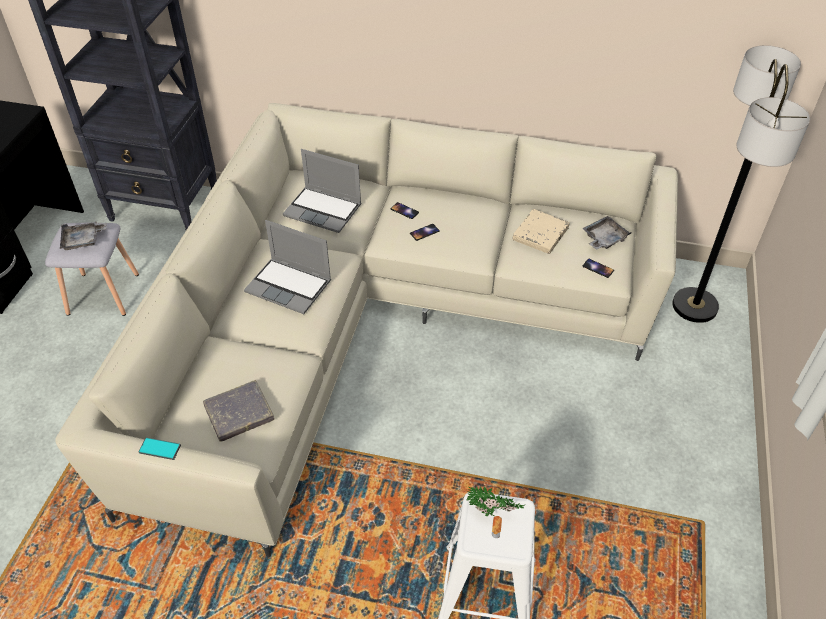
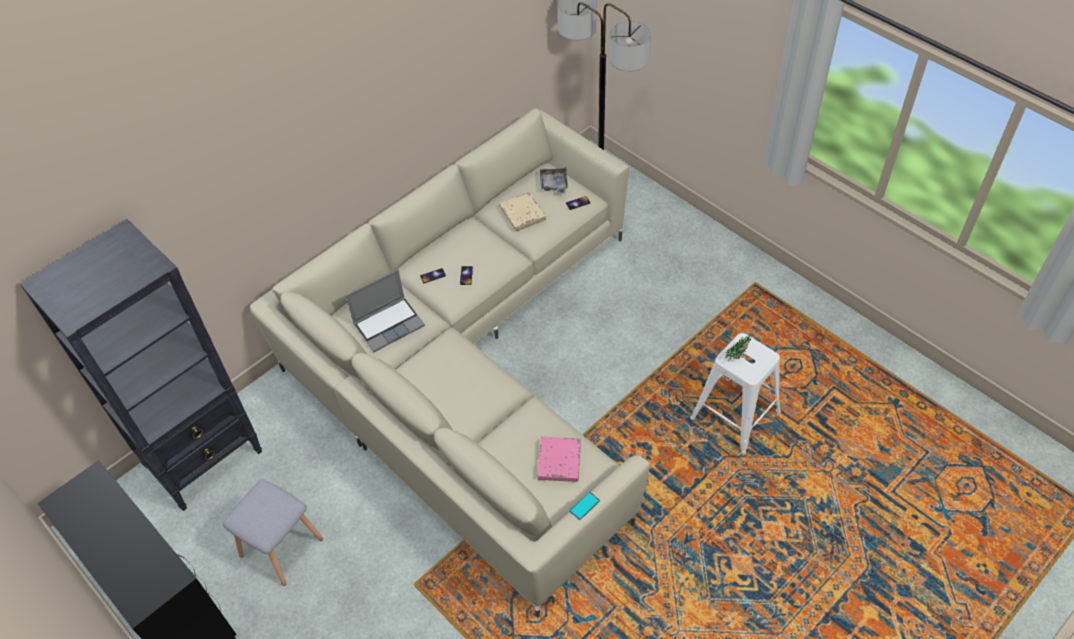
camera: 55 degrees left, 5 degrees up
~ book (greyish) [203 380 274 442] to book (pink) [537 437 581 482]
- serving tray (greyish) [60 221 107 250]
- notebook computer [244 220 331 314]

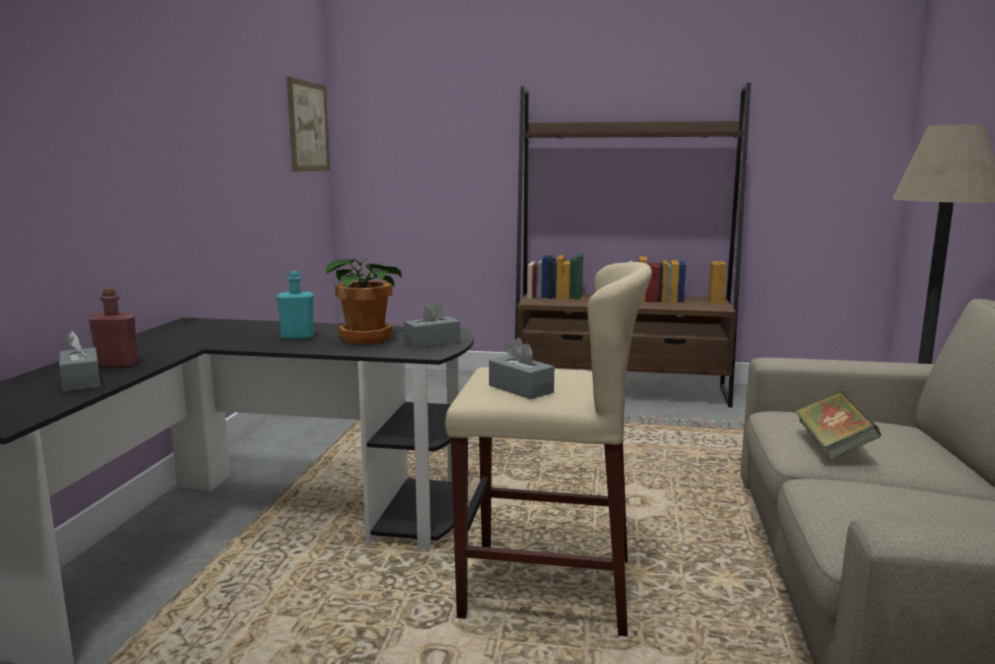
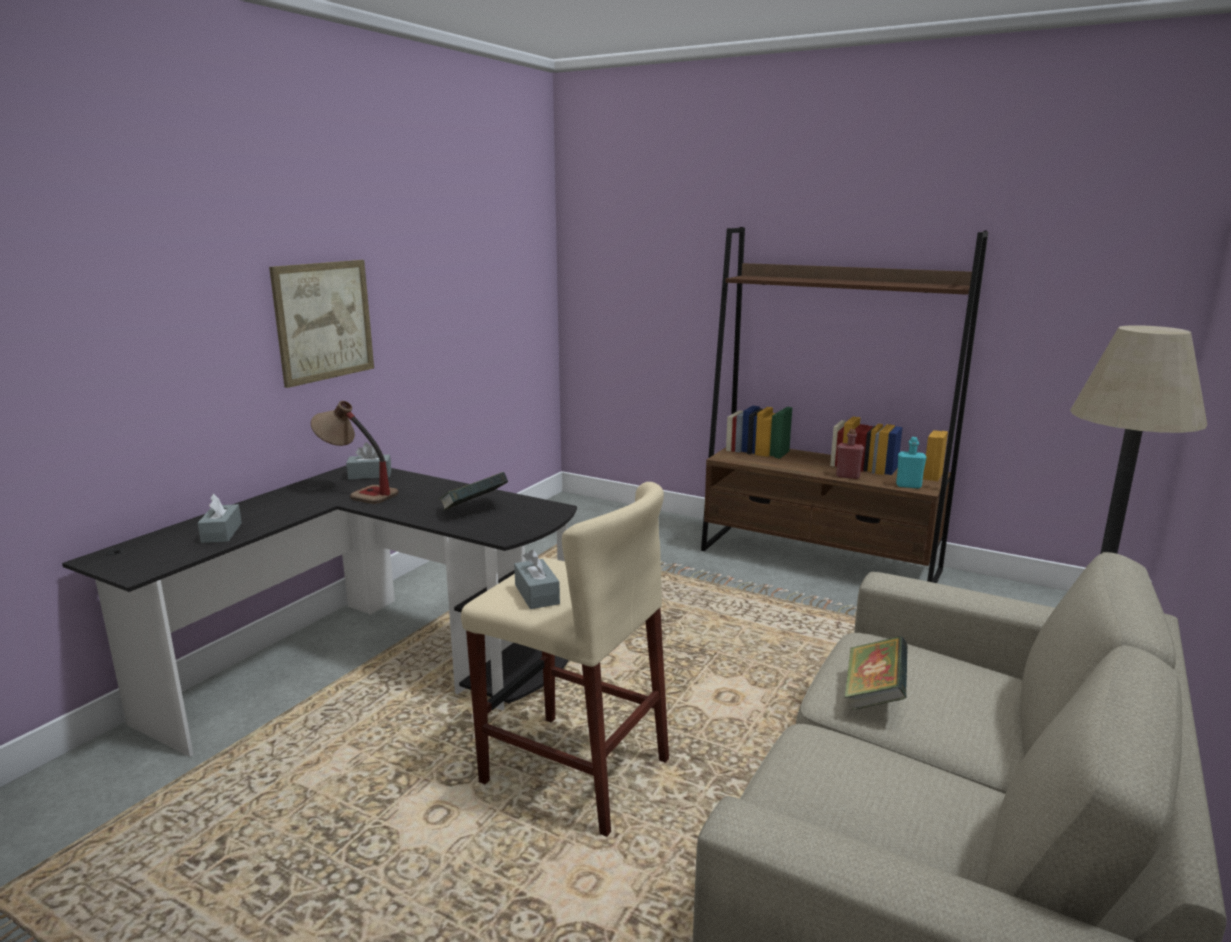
camera: 20 degrees right, 5 degrees up
~ wall picture [287 77 330 172] to [269 260 374 388]
+ tabletop lamp [311 401 399 504]
~ box of tissues (greyish) [404 300 460 348] to [346 442 391 480]
~ plant in a pot [326 257 402 345] to book [439 472 508 511]
~ bottle (reddish) [89 289 138 367] to [836 429 864 479]
~ bottle (turquoise) [277 271 314 339] to [896 437 927 489]

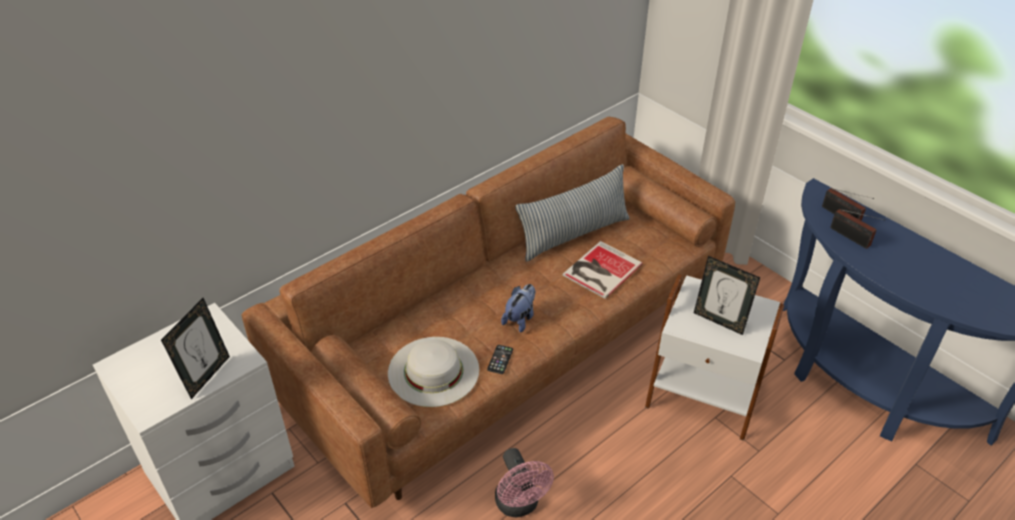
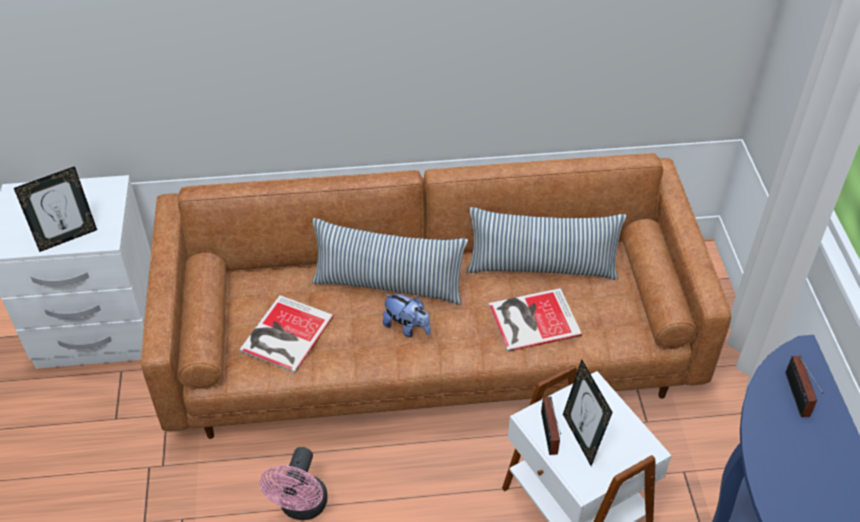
camera: 35 degrees right, 5 degrees up
~ clothing hat (white-coloured) [388 337 479 407] to book [240 295 334 373]
+ cushion [312 218 468 305]
~ cuddly toy [501 284 535 333] = [383 293 431 338] 60 degrees clockwise
~ radio set [830 209 885 249] to [541 397 561 455]
- handset [487 345 513 374]

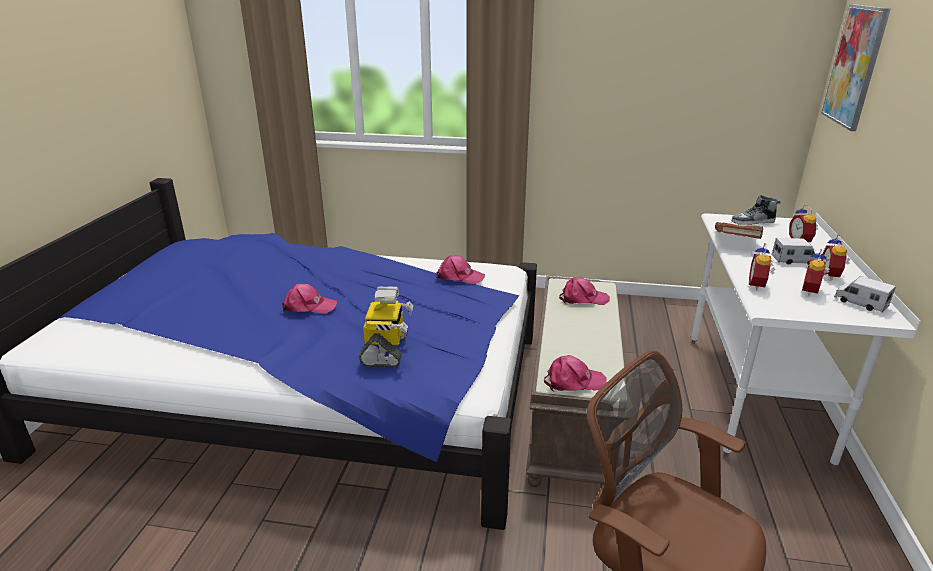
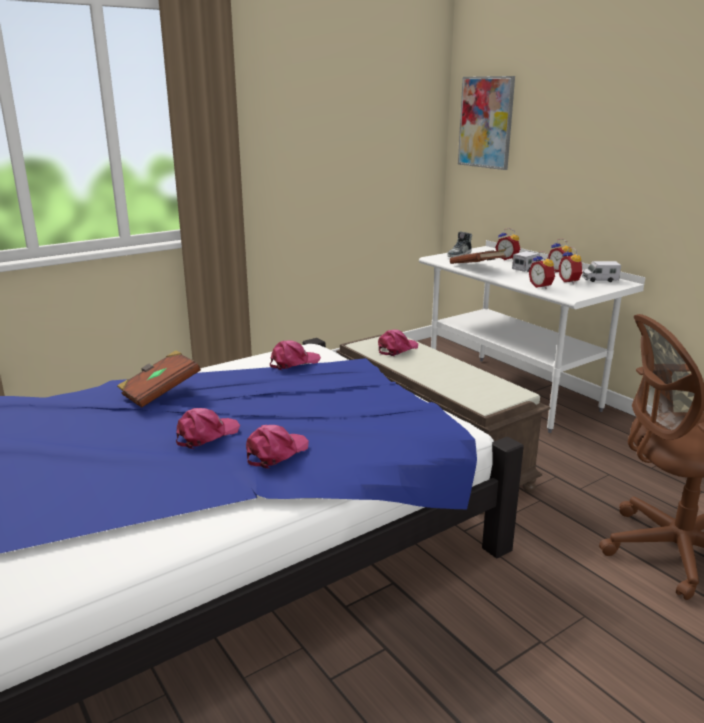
camera: 45 degrees left, 5 degrees down
+ book (brownish) [117 350 201 408]
~ peaked cap (pink) [544 355 607 391] to [246 425 309 469]
- toy robot [359 286 414 368]

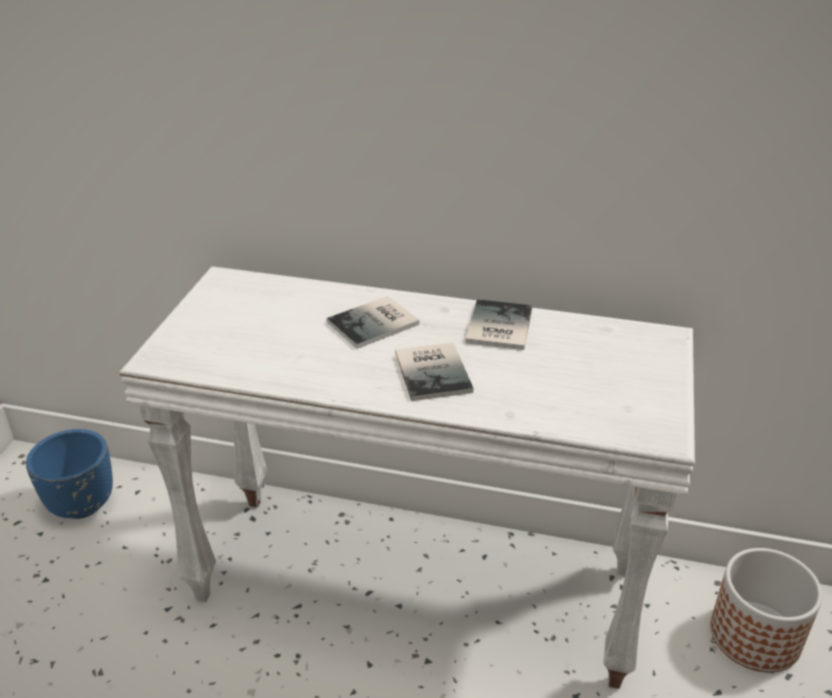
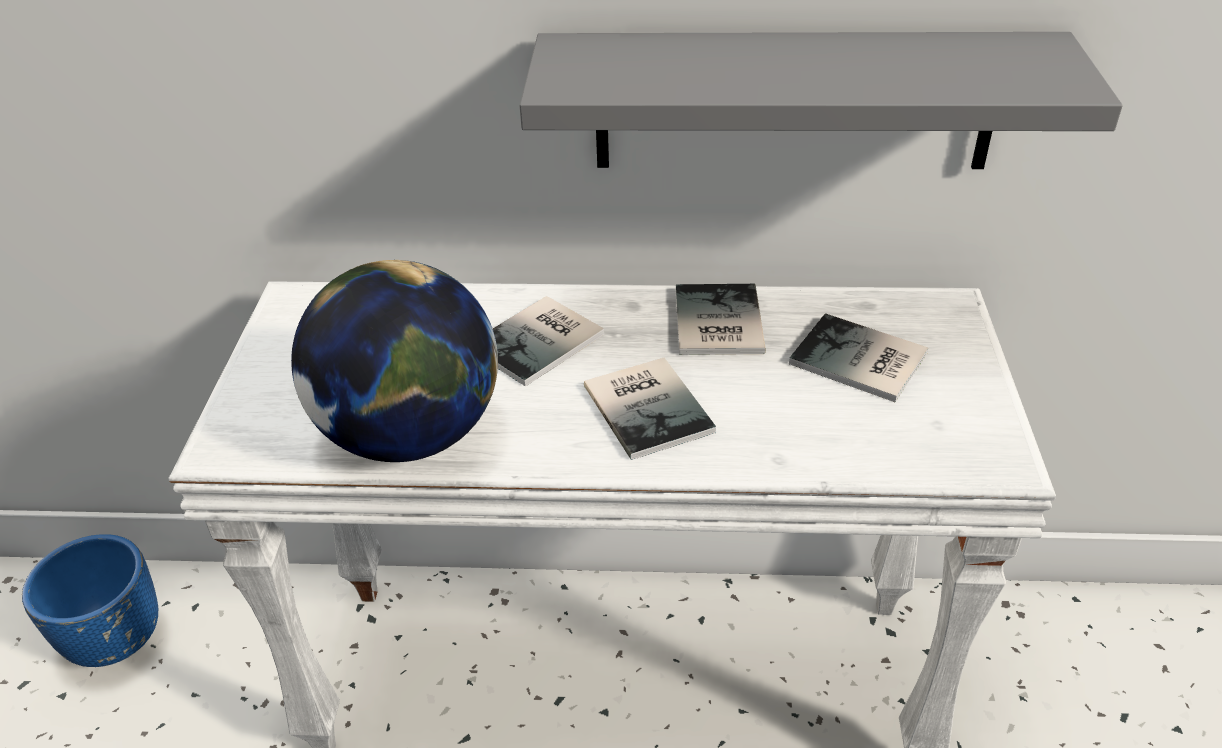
camera: 10 degrees left, 5 degrees up
+ desk globe [291 260 498 462]
+ bracket shelf (greyish) [519 32 1123 169]
+ book [789 313 928 402]
- plant pot [711 548 822 673]

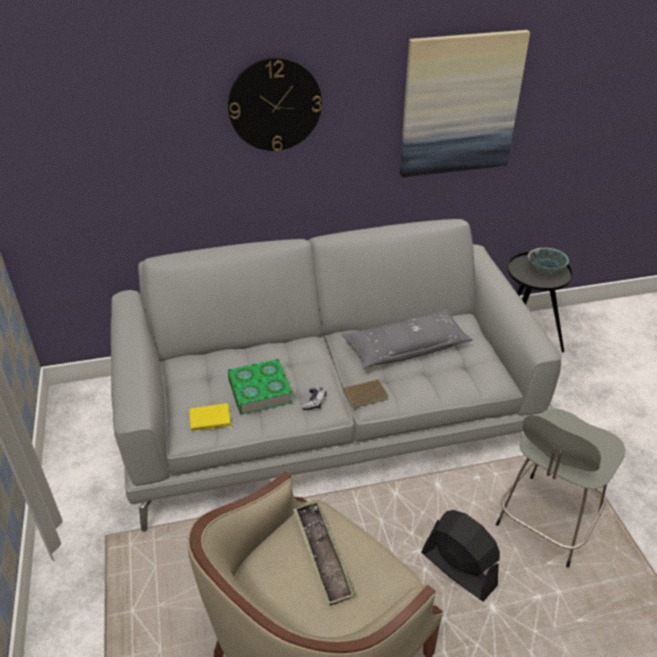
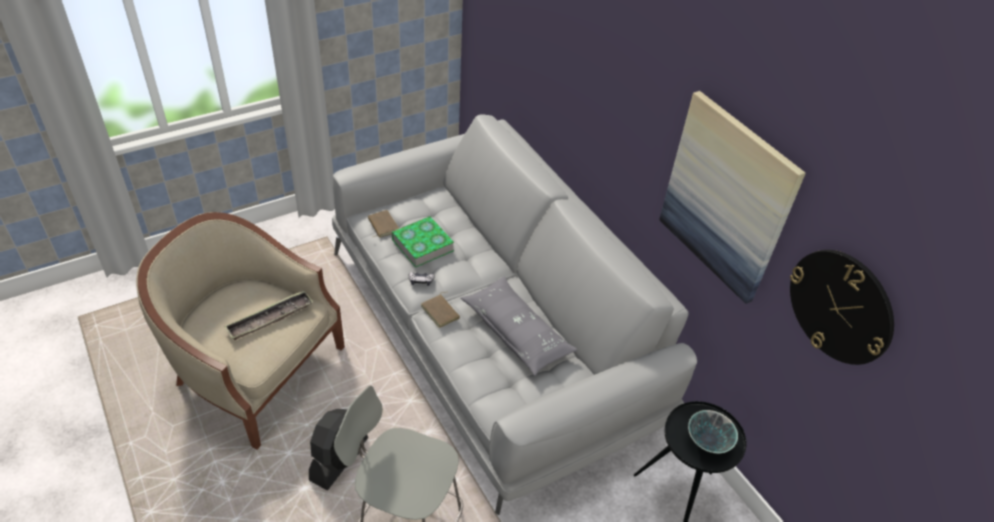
camera: 70 degrees right, 5 degrees up
~ book (yellow-coloured) [189 403 232 431] to book (brownish) [368 210 399 238]
~ clock on the wall [228 57 322 151] to [790 250 894 365]

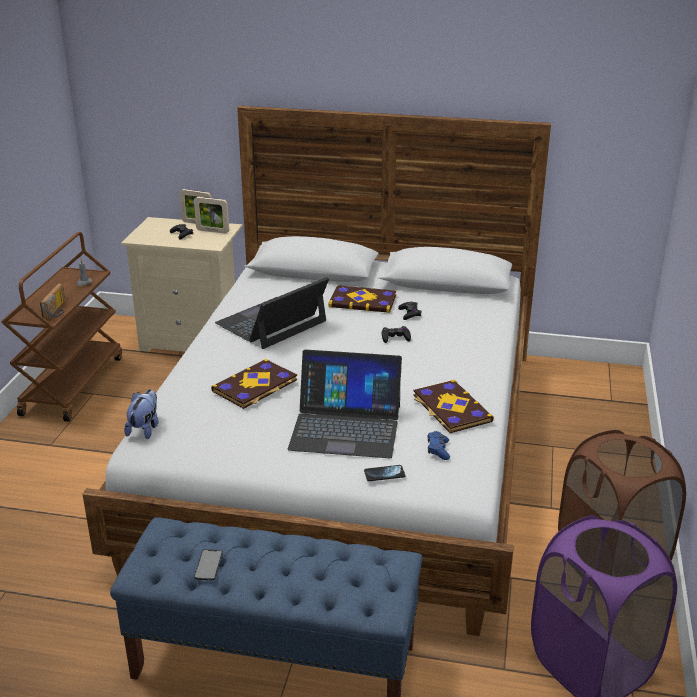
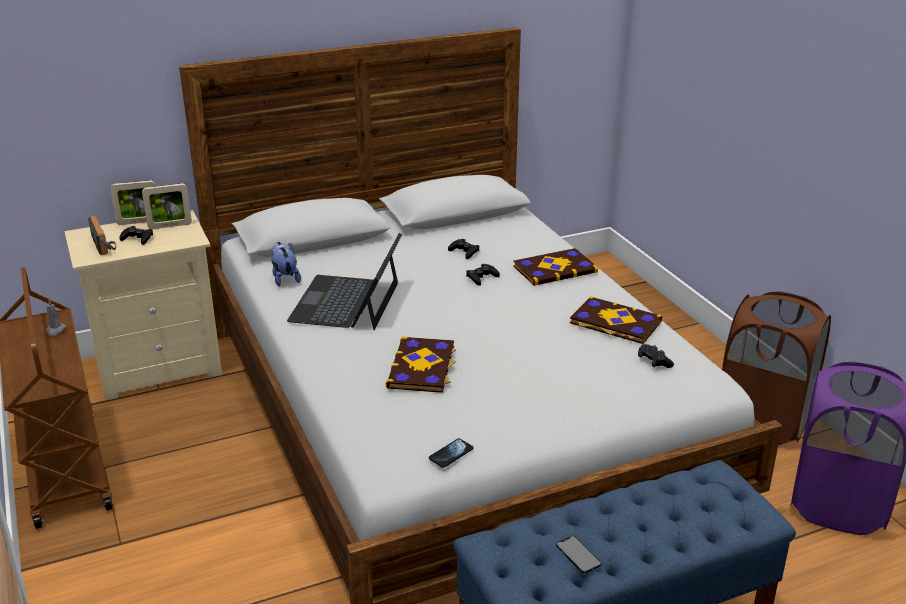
camera: 35 degrees left, 0 degrees up
~ radio set [40 284 66 319] to [88 216 116 255]
~ cuddly toy [124 389 159 439] to [272 242 301 287]
~ handset [364 465 405 481] to [429 438 474 468]
~ book [329 285 396 313] to [513 248 598 286]
~ gamepad (blue-coloured) [428 431 450 460] to gamepad (black-coloured) [638 344 674 368]
- notebook computer [288 350 402 458]

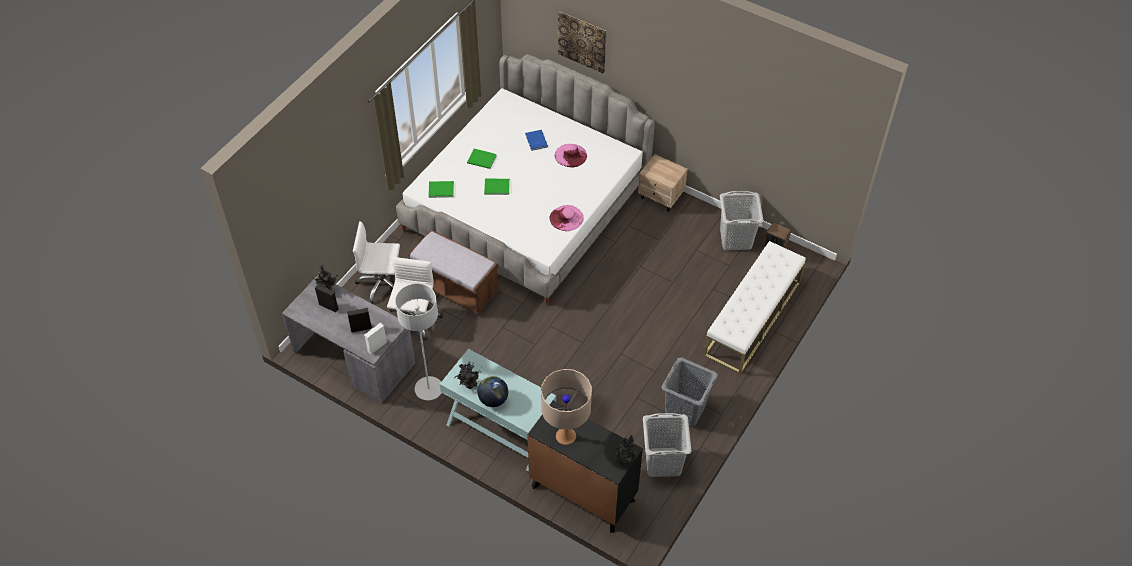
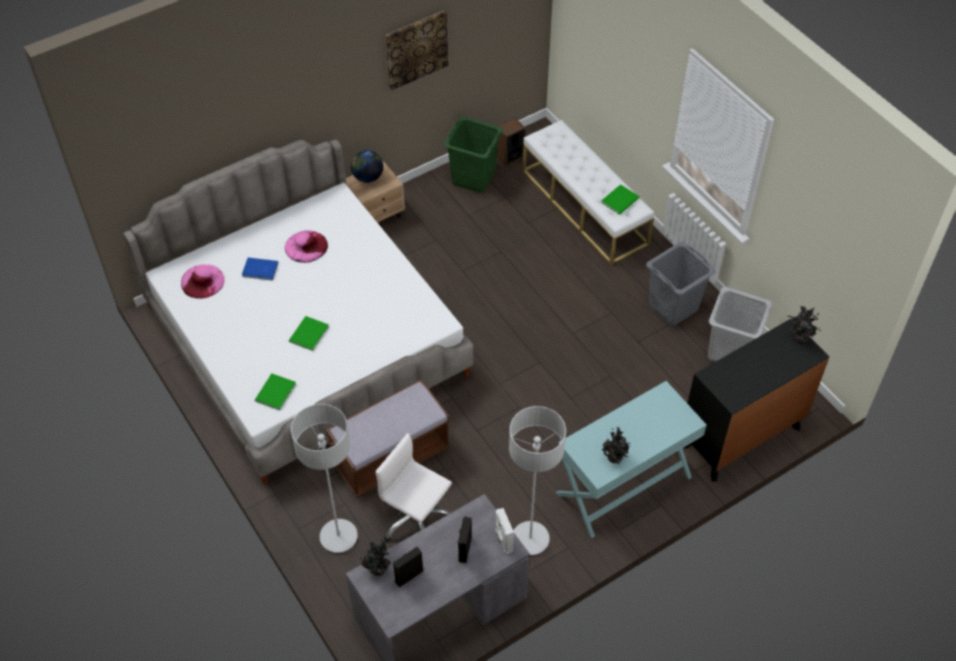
camera: 65 degrees left, 0 degrees up
~ clothing hat (pink) [549 205 584 231] to [181 264 225 299]
~ computer chair (white-coloured) [353 221 400 304] to floor lamp (greyish) [291 404 358 553]
~ desk globe [478 376 508 407] to [351 150 383 183]
~ wall picture [558 12 606 73] to [385 10 448 91]
~ hamper (greyish) [720 191 763 250] to hamper (green) [444 117 503 193]
~ book (green) [467 149 496 169] to [601 184 639 215]
- tabletop lamp (beige-coloured) [541 369 592 445]

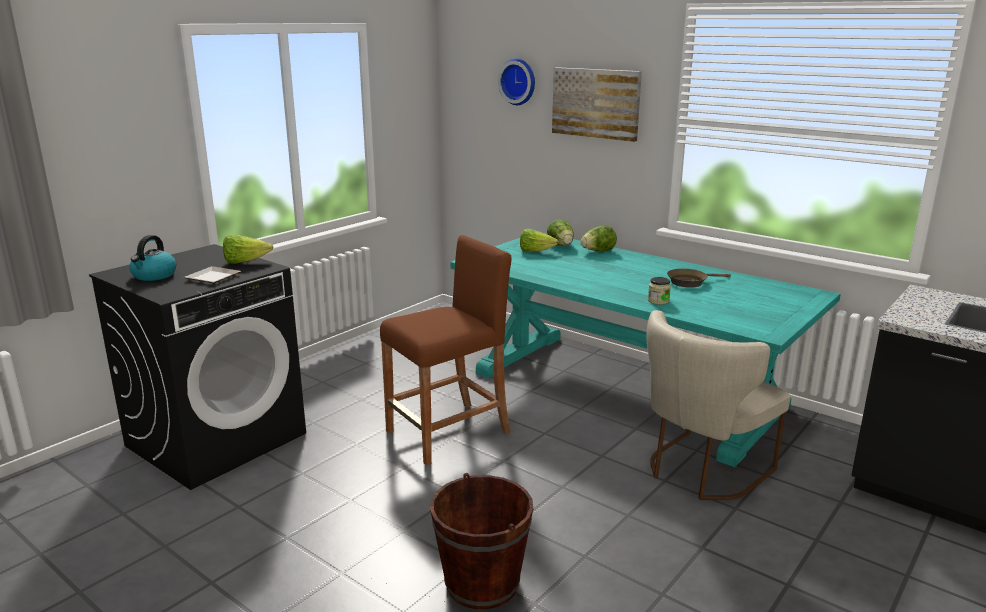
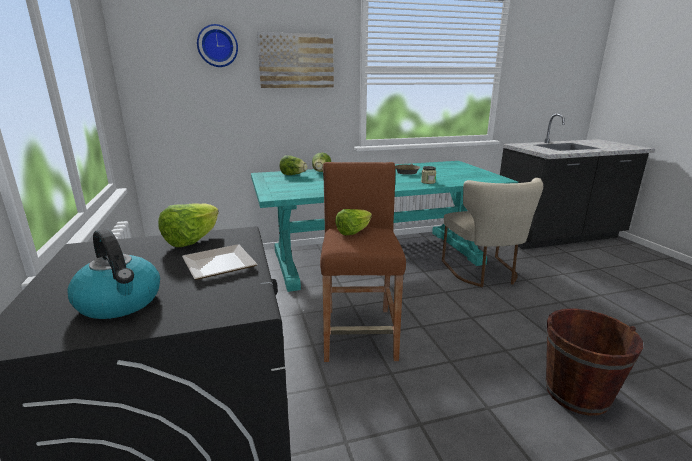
camera: 55 degrees left, 0 degrees up
~ lettuce head [520 229 559 252] to [335 209 372 235]

